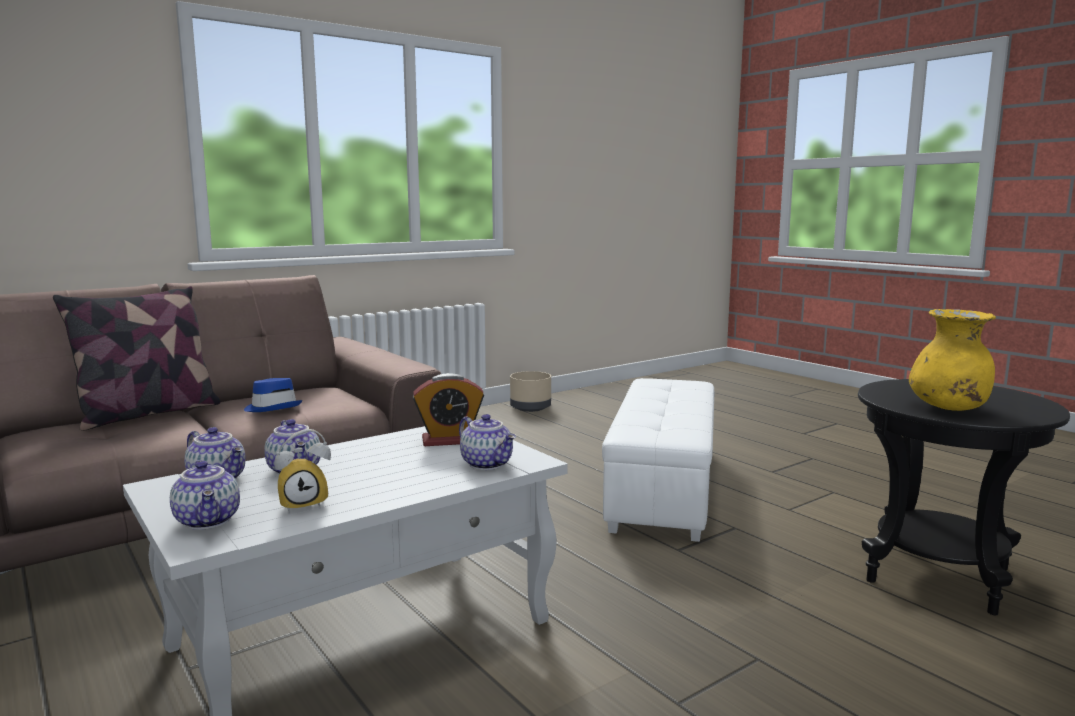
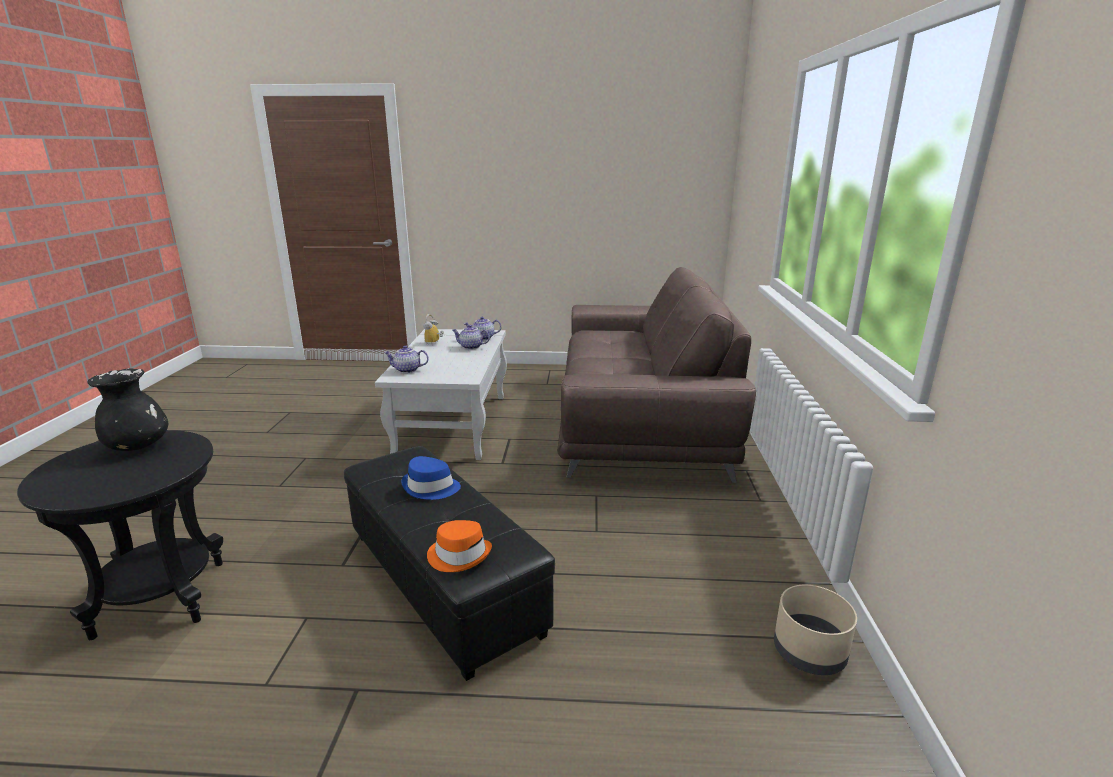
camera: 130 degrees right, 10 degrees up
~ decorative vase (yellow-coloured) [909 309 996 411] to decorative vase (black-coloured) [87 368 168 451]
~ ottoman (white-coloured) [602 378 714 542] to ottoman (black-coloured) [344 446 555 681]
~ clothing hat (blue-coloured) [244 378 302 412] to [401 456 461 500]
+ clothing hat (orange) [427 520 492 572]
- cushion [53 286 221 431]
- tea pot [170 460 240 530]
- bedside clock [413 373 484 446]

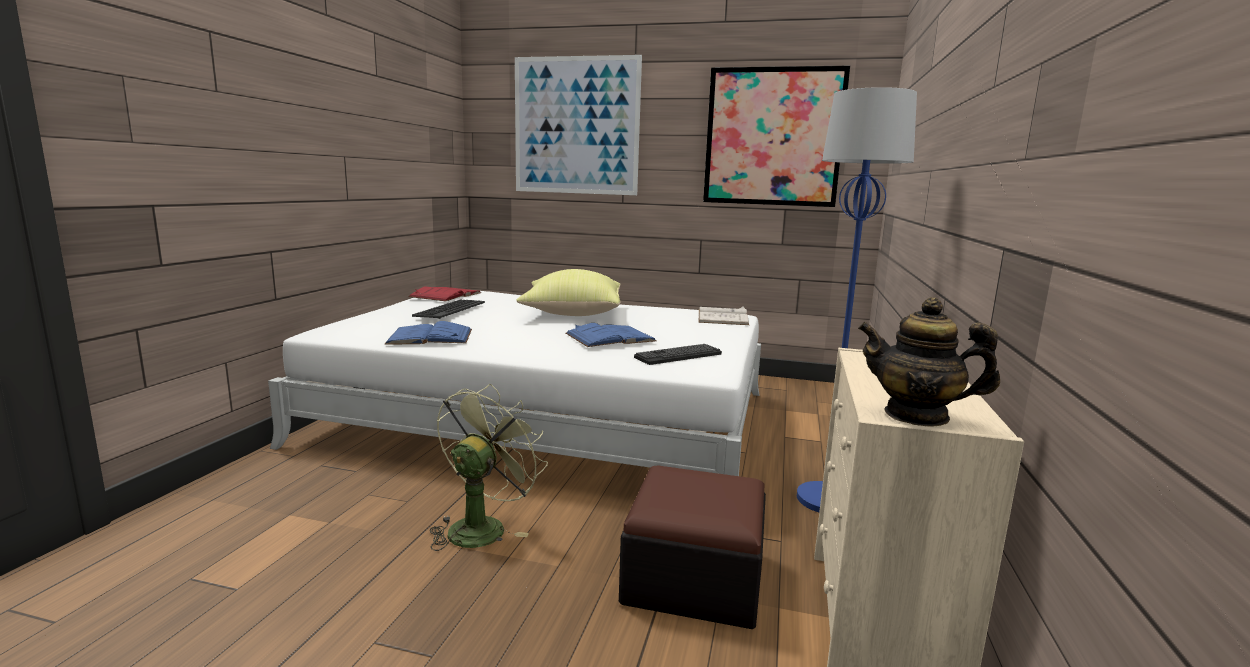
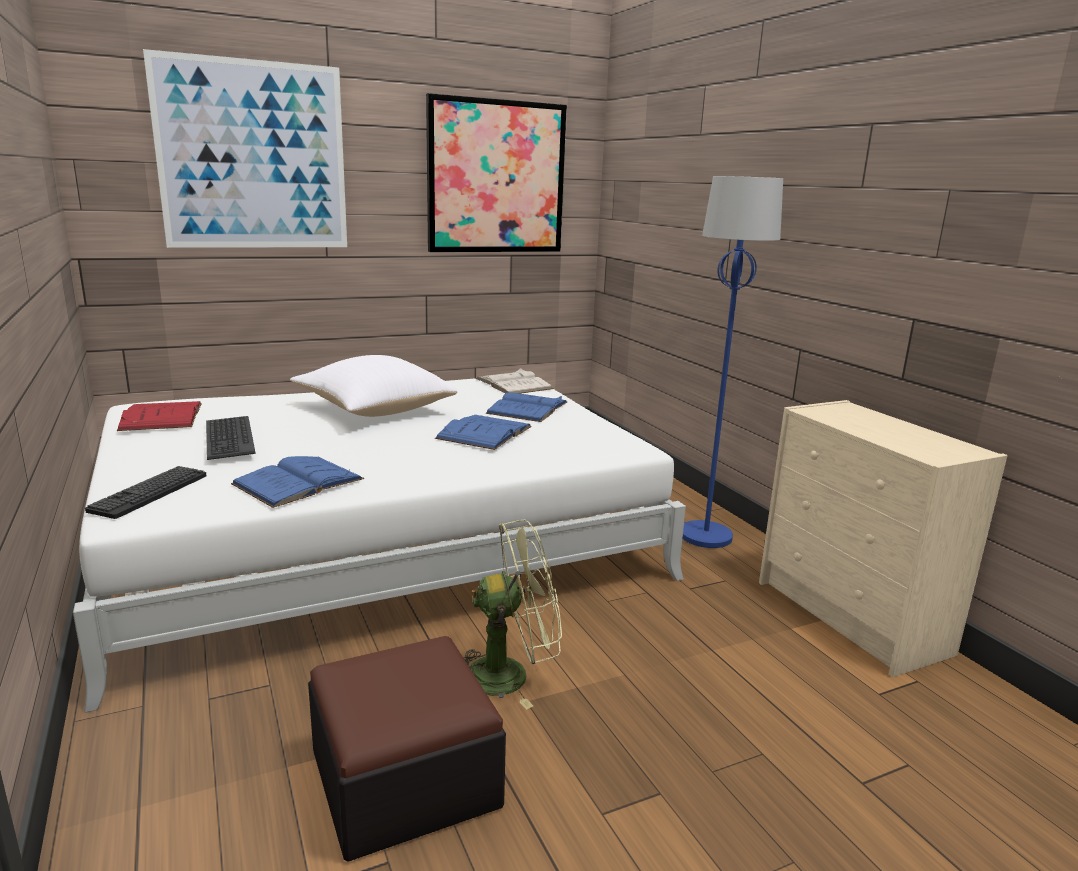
camera: 40 degrees left, 5 degrees up
~ PC keyboard [634 344 722 365] to [85 466 206 519]
~ cushion (yellow-coloured) [517 269 620 316] to cushion (white-coloured) [290 355 457 417]
~ ottoman [619 465 766 629] to [308 636 506 862]
~ fan (green) [430 384 548 551] = [464 520 562 709] 90 degrees clockwise
+ book (blue-coloured) [486 393 567 422]
- tea pot [858 297 1000 426]

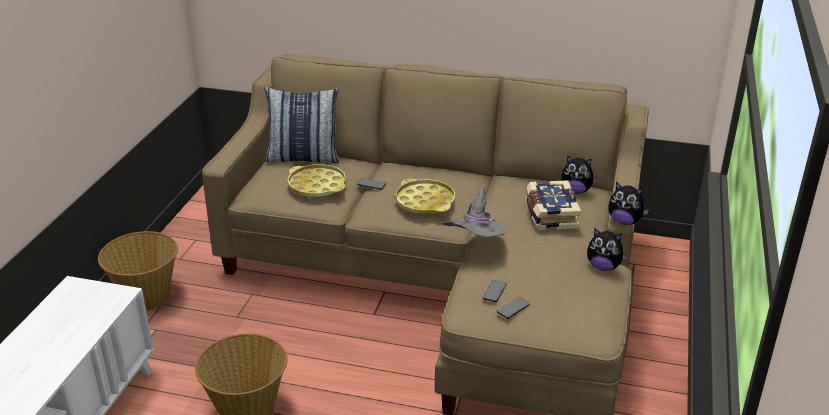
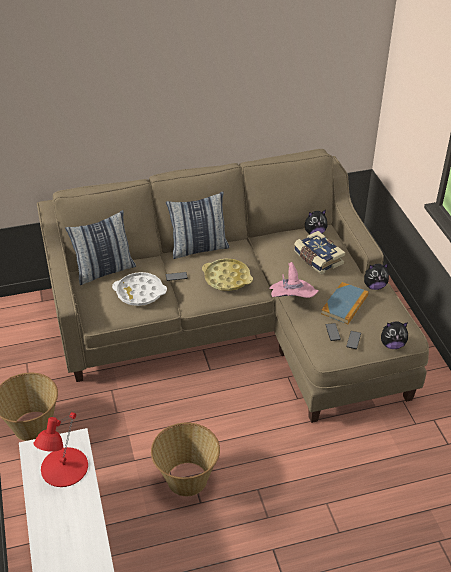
camera: 30 degrees left, 10 degrees up
+ tabletop lamp (reddish) [34 412 88 487]
~ serving tray (yellow-coloured) [287 164 346 198] to serving tray (white-coloured) [112 272 167 306]
+ cushion [166 192 229 259]
~ clothing hat (greyish) [442 188 506 237] to clothing hat (pink) [269 262 319 298]
+ book [321 282 368 325]
~ cuddly toy [608 182 649 225] to [381 321 408 349]

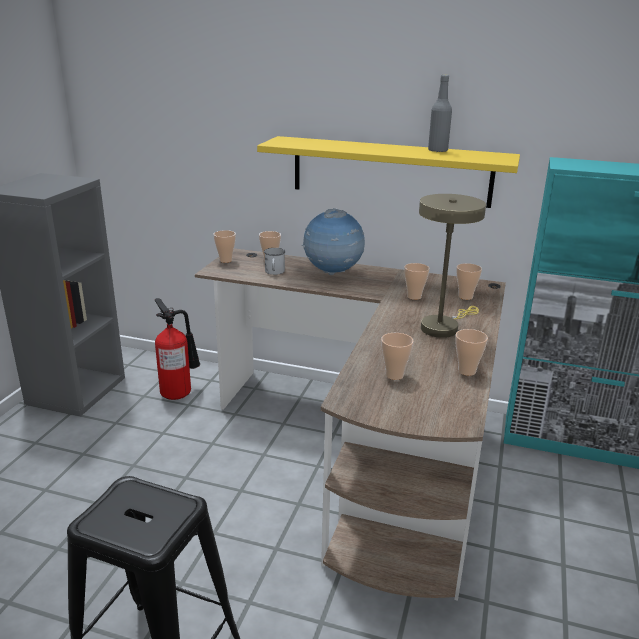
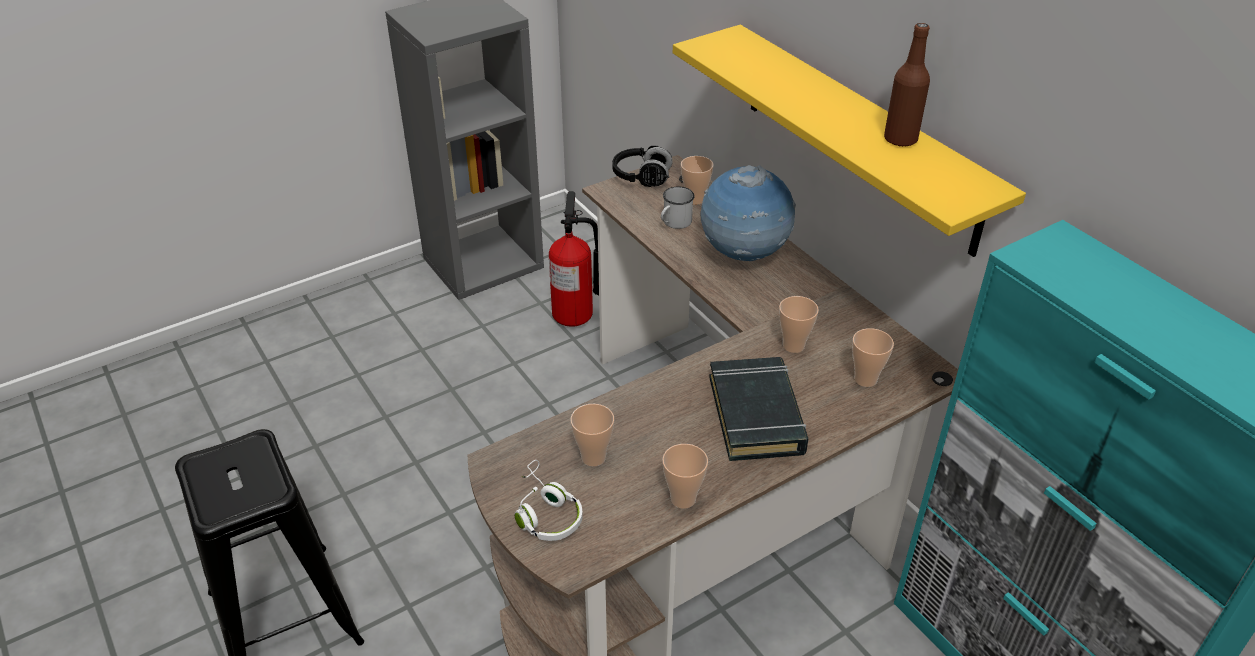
camera: 40 degrees right, 15 degrees up
+ headset (white-coloured) [515 460 583 541]
~ small cup [213 230 236 263] to headset (black-coloured) [612 146 673 187]
~ tabletop lamp (beige-coloured) [419 194 486 338] to book (black-coloured) [709 357 808 461]
~ bottle (greyish) [428 75 452 152] to bottle (brownish) [884 23 930 147]

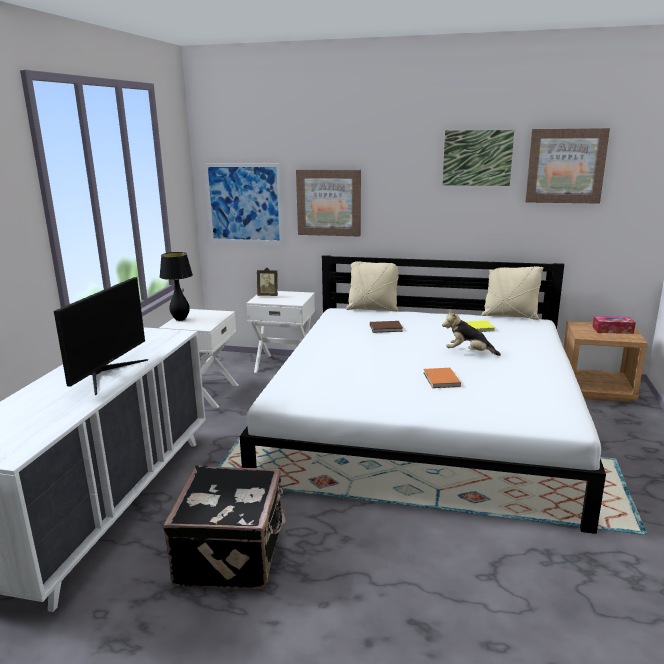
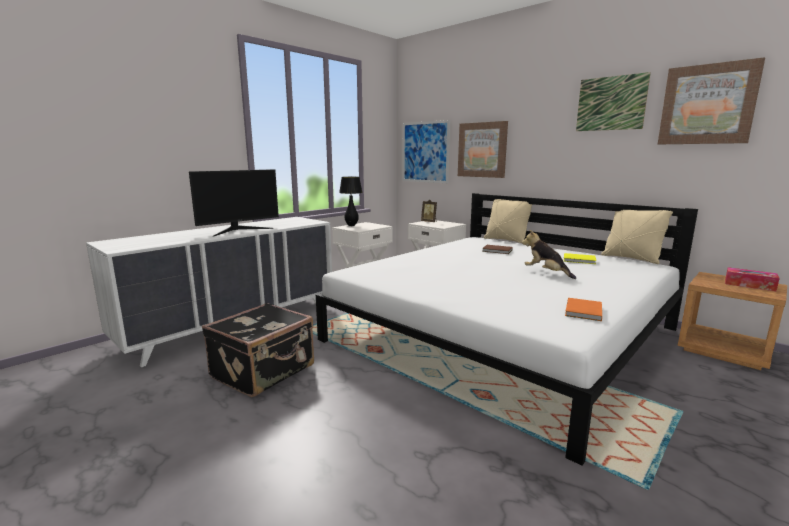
camera: 30 degrees right, 5 degrees down
~ book (orange) [424 368 461 388] to [565 298 602 321]

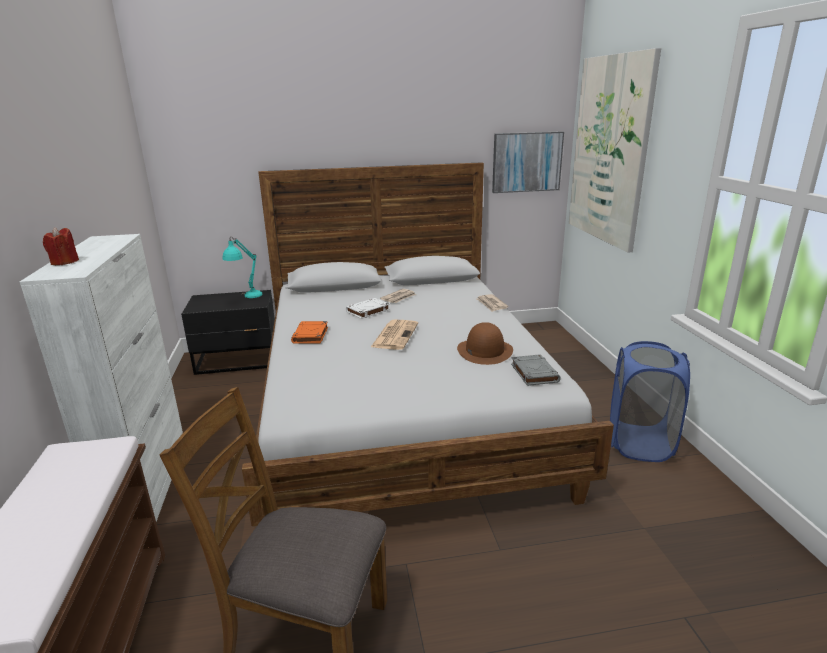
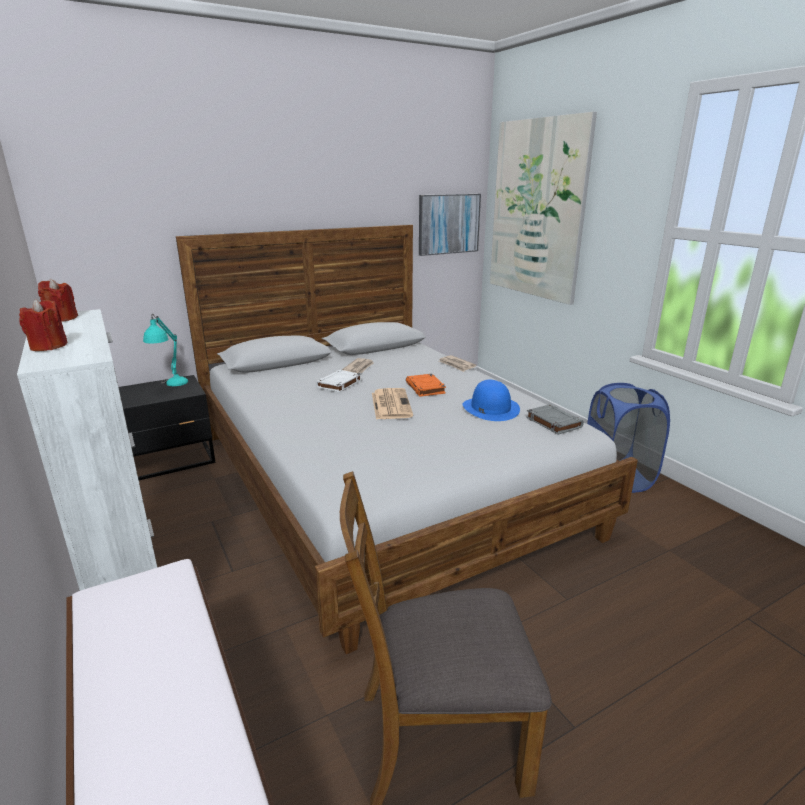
camera: 20 degrees left, 0 degrees up
+ wax light (reddish) [38 279 78 322]
~ book (orange) [291 321 328 344] to [406 374 446 397]
~ clothing hat (brownish) [457 322 513 365] to clothing hat (blue-coloured) [463 380 520 421]

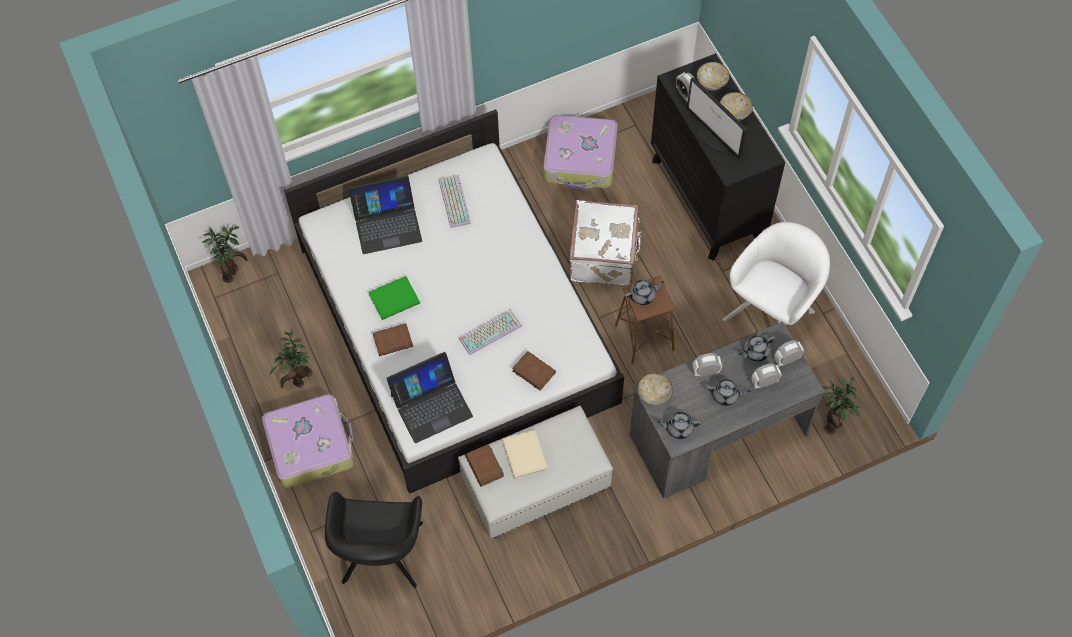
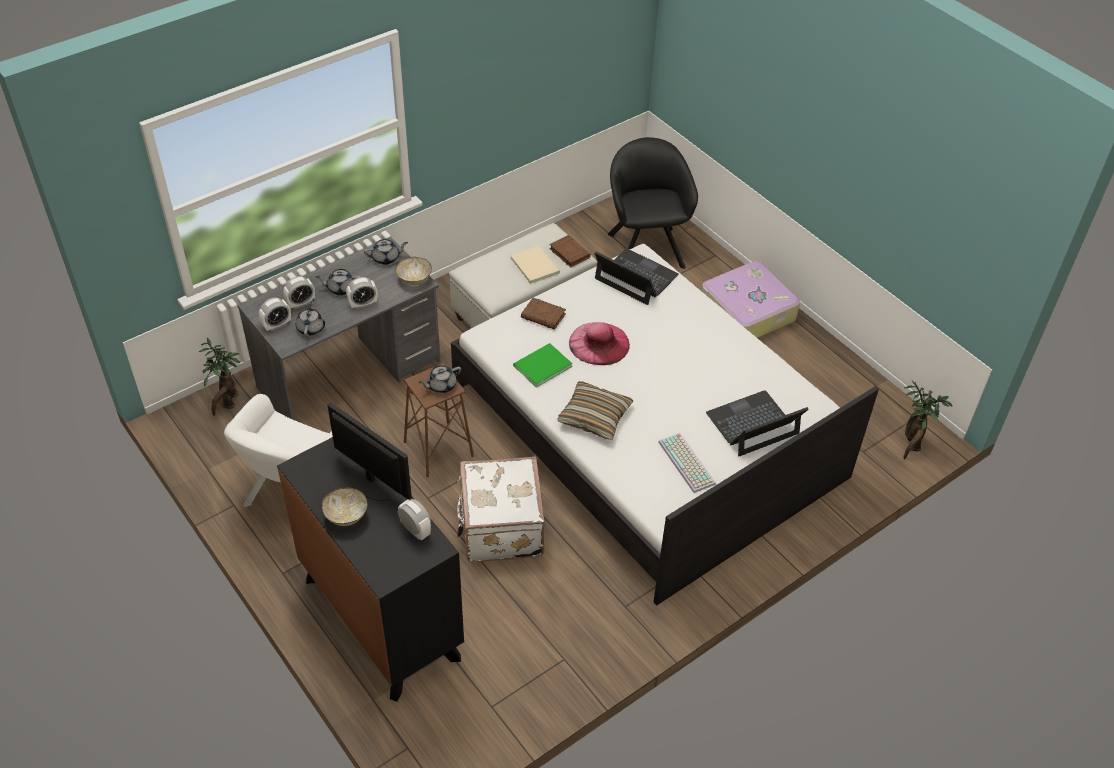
camera: 165 degrees right, 15 degrees down
~ tea pot (greyish) [739 335 775 362] = [296 298 325 337] 45 degrees counterclockwise
~ book (green) [368 276 420 320] to [513 343 572 387]
+ cushion [557 381 634 440]
~ PC keyboard [459 309 522 355] to clothing hat (pink) [569 322 630 365]
~ notebook computer [386 352 473 443] = [594 248 679 305] 75 degrees clockwise
- plant in a pot [270 329 313 388]
- book (brownish) [373 323 413 356]
- travel case [543 115 618 190]
- serving bowl [697 62 729 90]

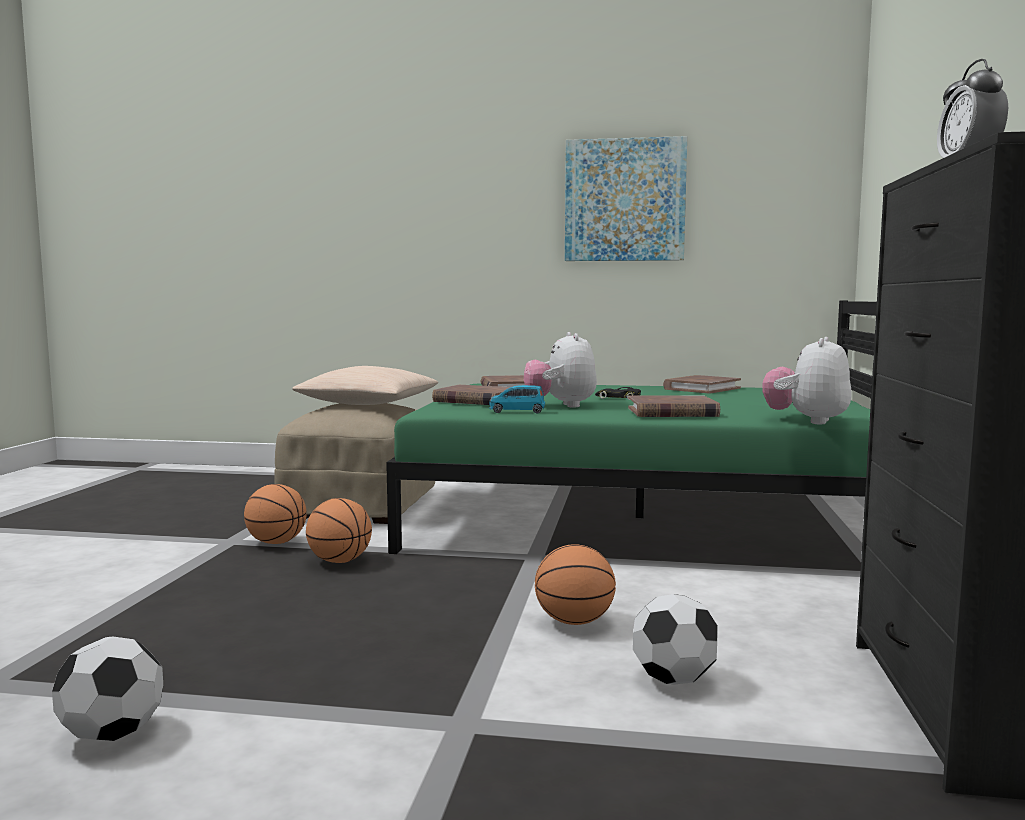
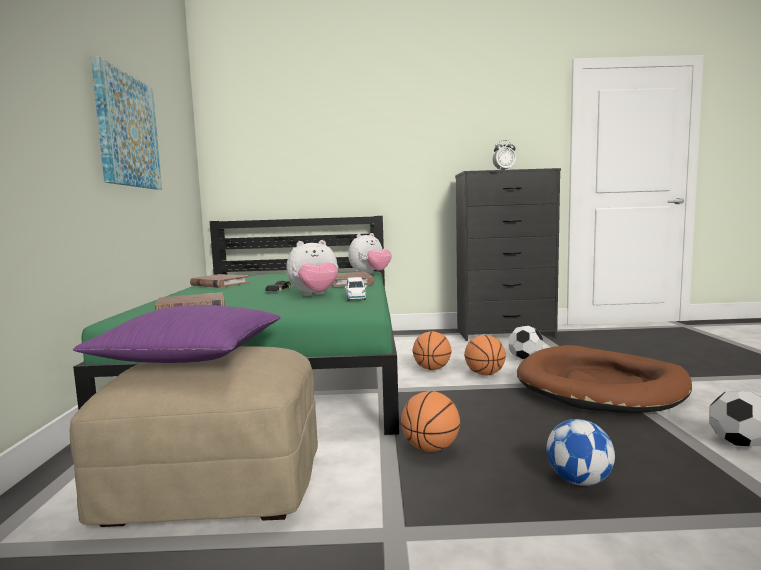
camera: 100 degrees left, 0 degrees up
~ cushion (beige-coloured) [292 366 438 405] to cushion (purple) [73 305 281 363]
~ model car (blue-coloured) [489 385 545 413] to model car (white-coloured) [345 277 367 301]
~ cuddly toy [762 337 852 424] = [348 233 392 274] 60 degrees counterclockwise
~ basketball ball [244 484 307 544] to [412 331 452 370]
+ pet bed (brownish) [517 345 692 413]
+ football [547 419 615 486]
- book (brownish) [432 385 510 405]

